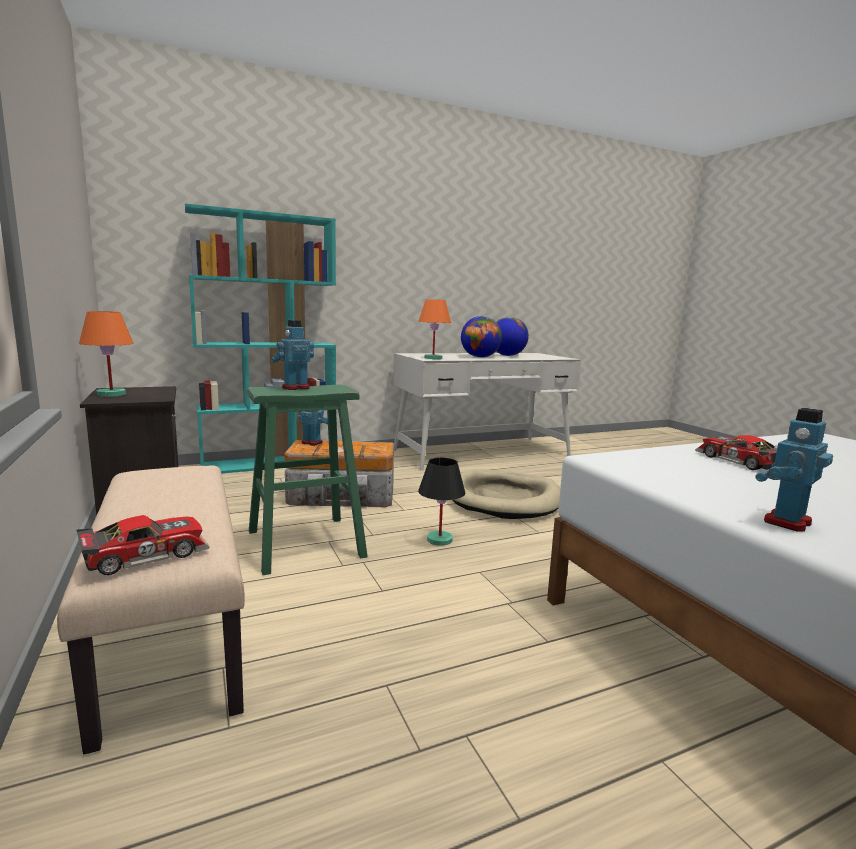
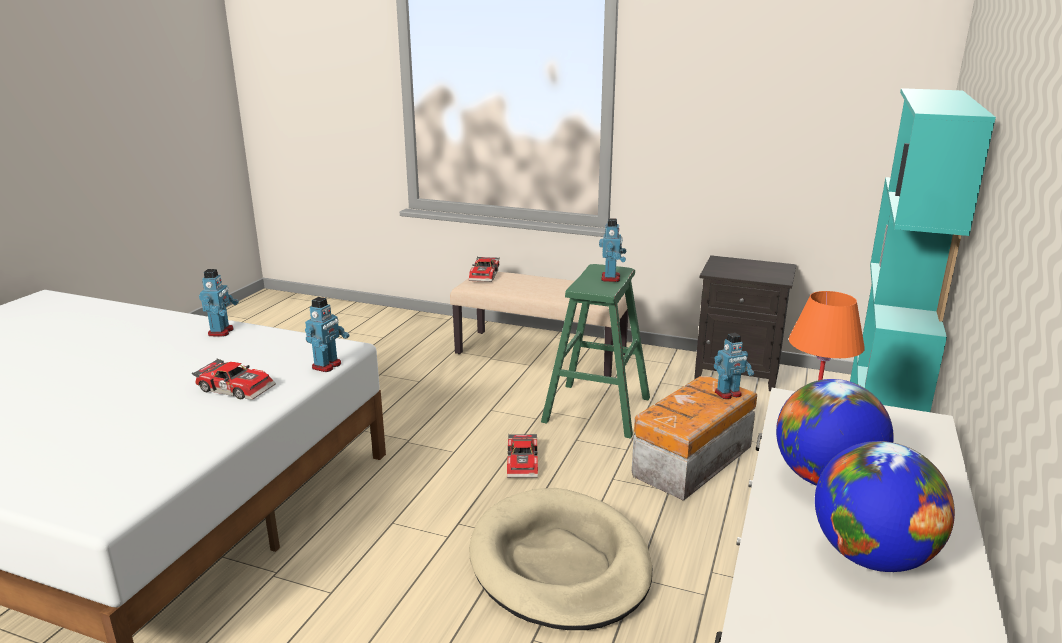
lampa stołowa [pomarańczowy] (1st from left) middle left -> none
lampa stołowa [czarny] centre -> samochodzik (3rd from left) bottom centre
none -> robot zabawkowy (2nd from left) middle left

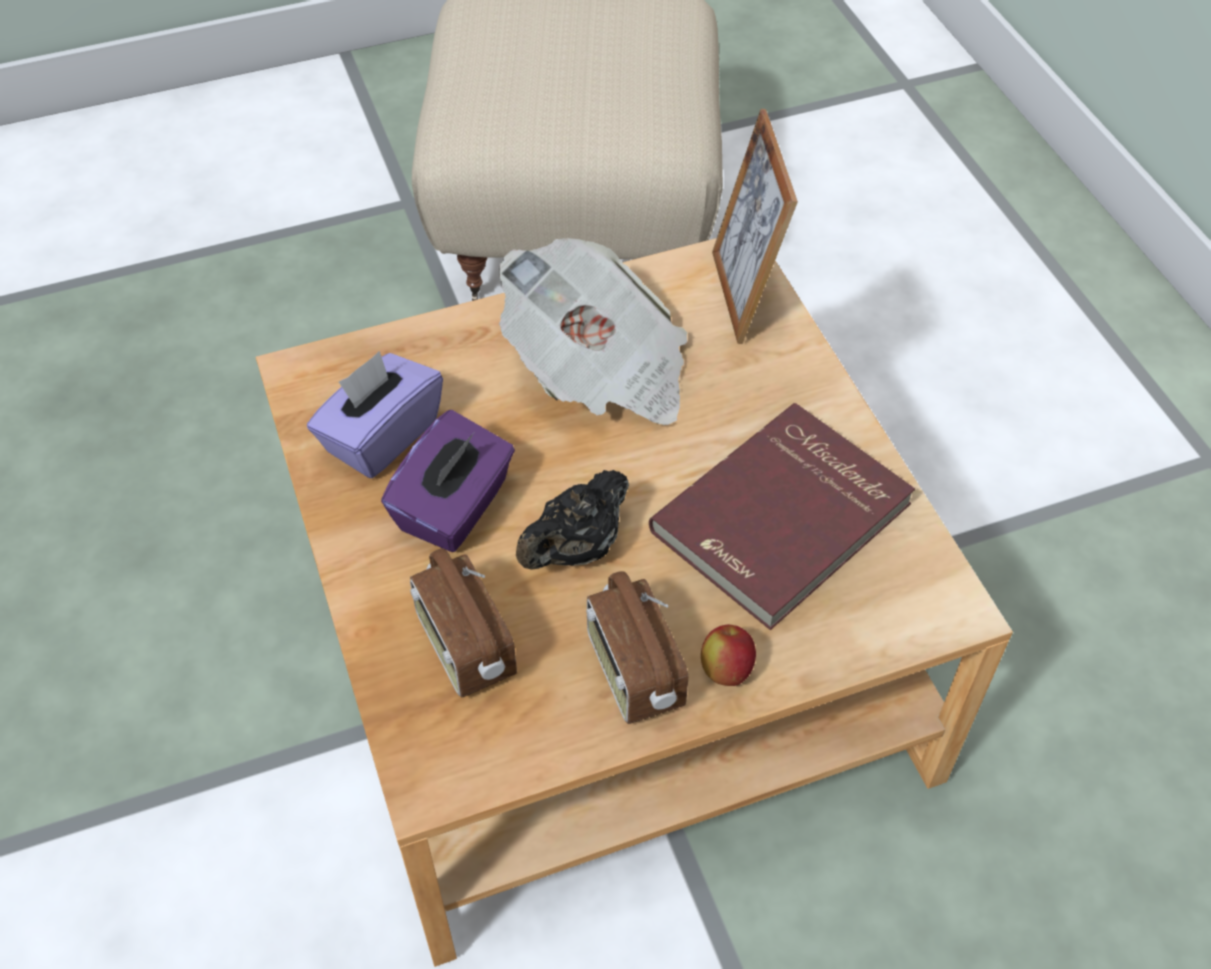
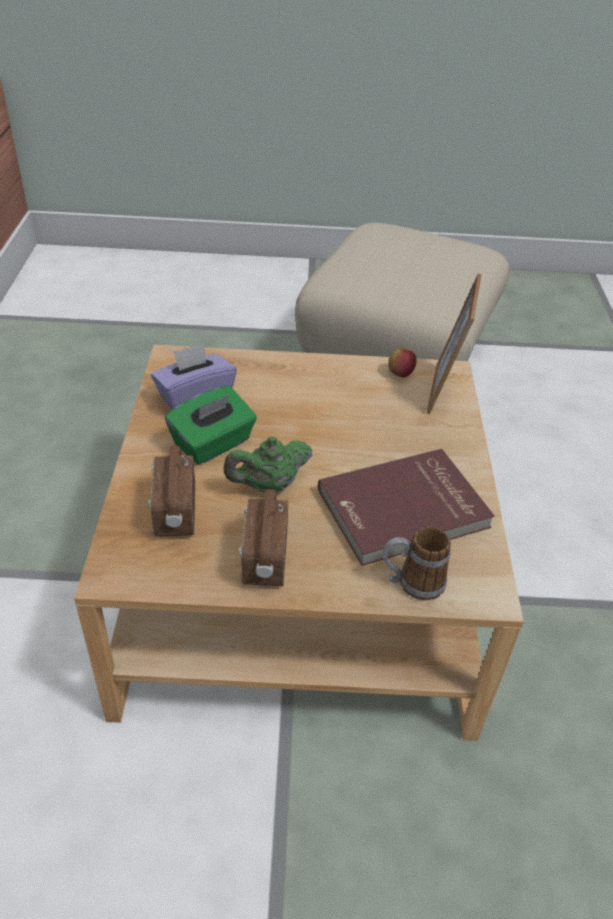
gazeta centre -> none
pudełko chusteczek [fioletowy] (2nd from left) centre -> pudełko chusteczek [zielony] centre
imbryk [czarny] centre -> imbryk [zielony] centre
jabłko bottom centre -> jabłko centre, move
none -> kubek middle right

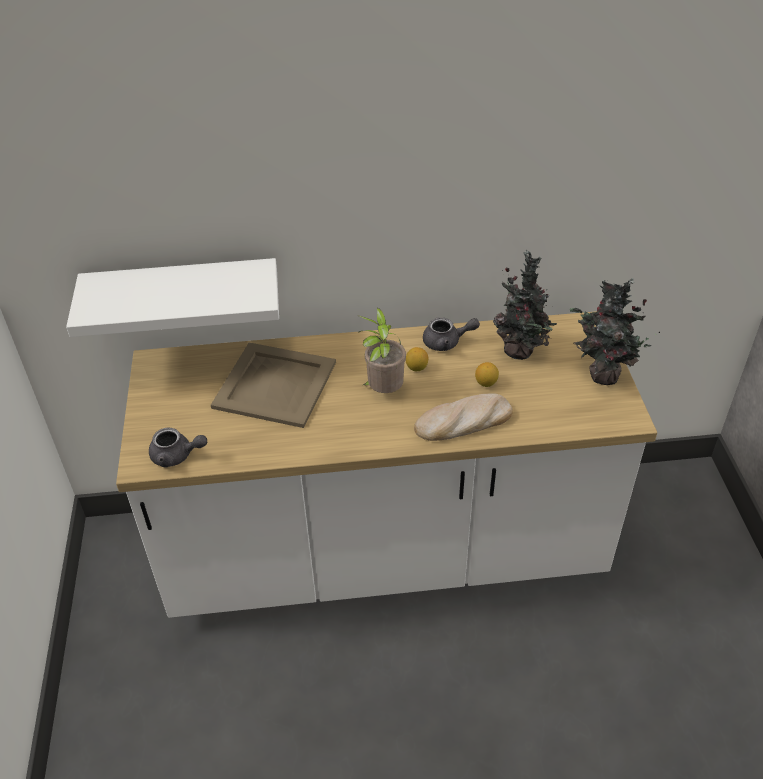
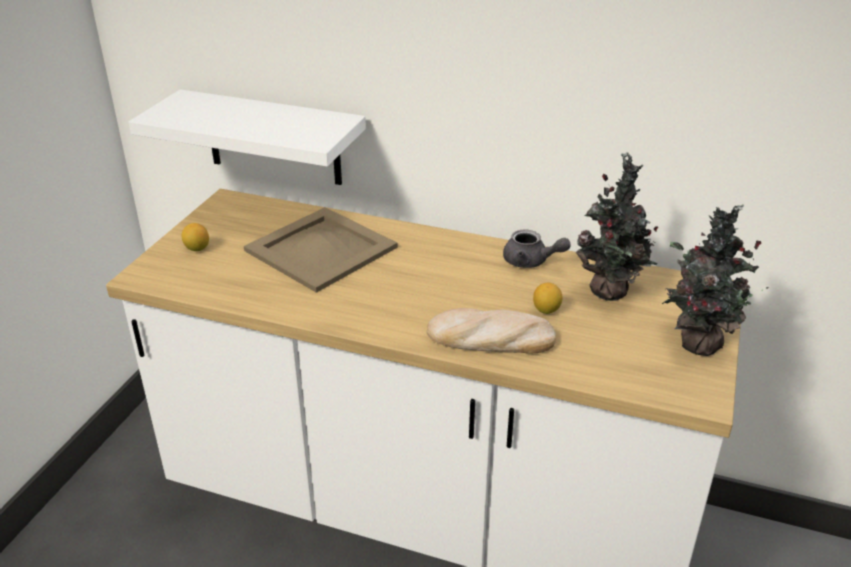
roślina doniczkowa (1st from left) centre -> none
cytryna (1st from left) centre -> cytryna (1st from left) middle left, move
imbryk [szary] (1st from left) middle left -> none

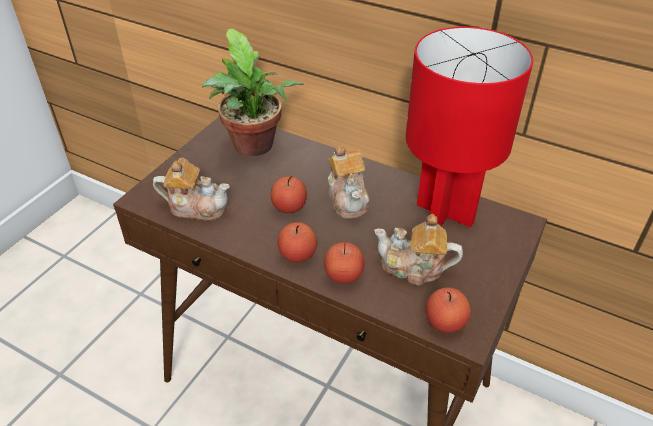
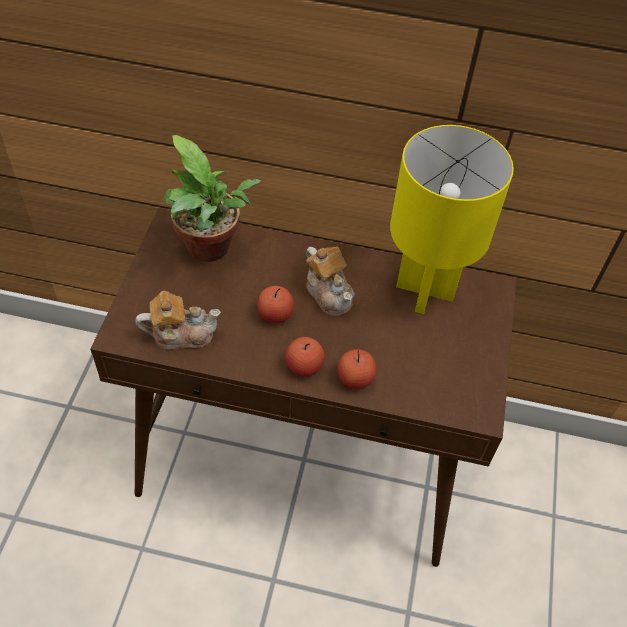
lampa stołowa [czerwony] top right -> lampa stołowa [żółty] middle right
imbryk (3rd from left) centre -> none
jabłko (4th from left) bottom right -> none

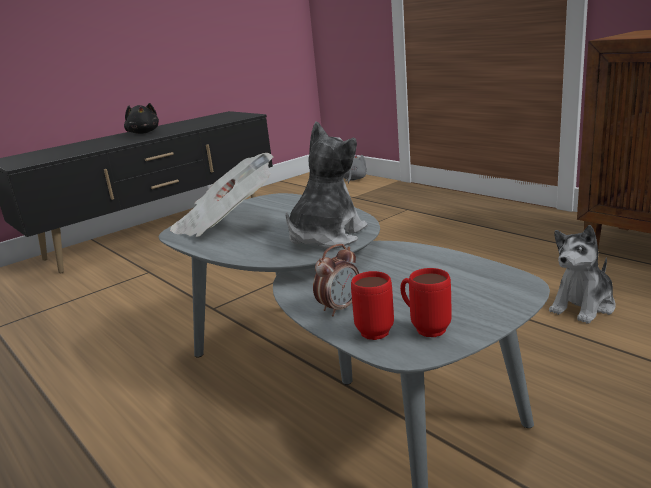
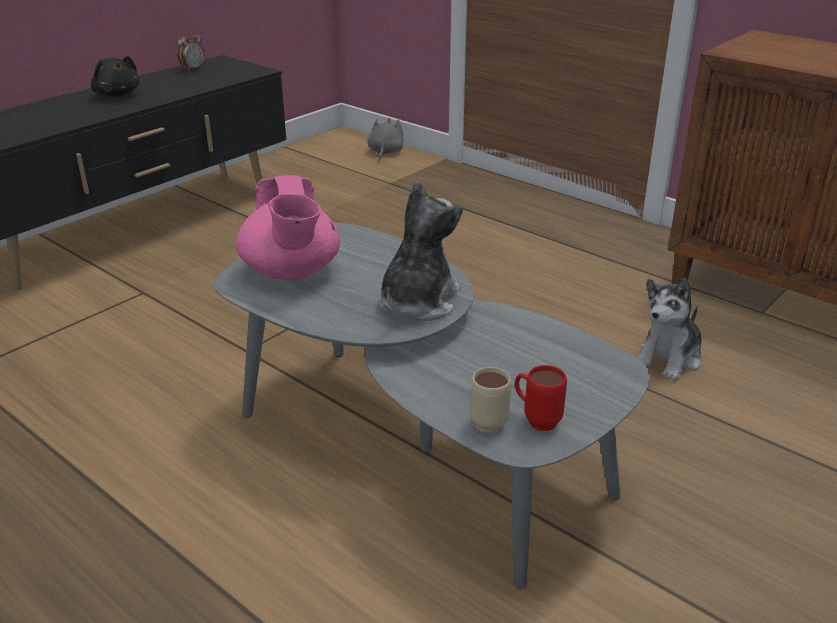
gazeta centre -> imbryk [różowy] centre
budzik centre -> budzik top left, move
kubek [czerwony] (1st from left) centre -> kubek [beżowy] centre

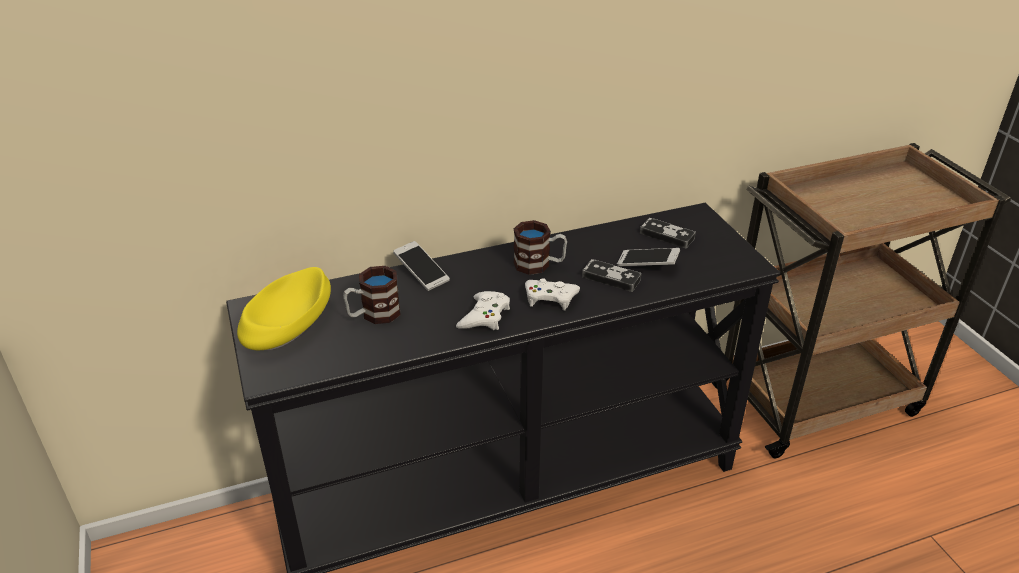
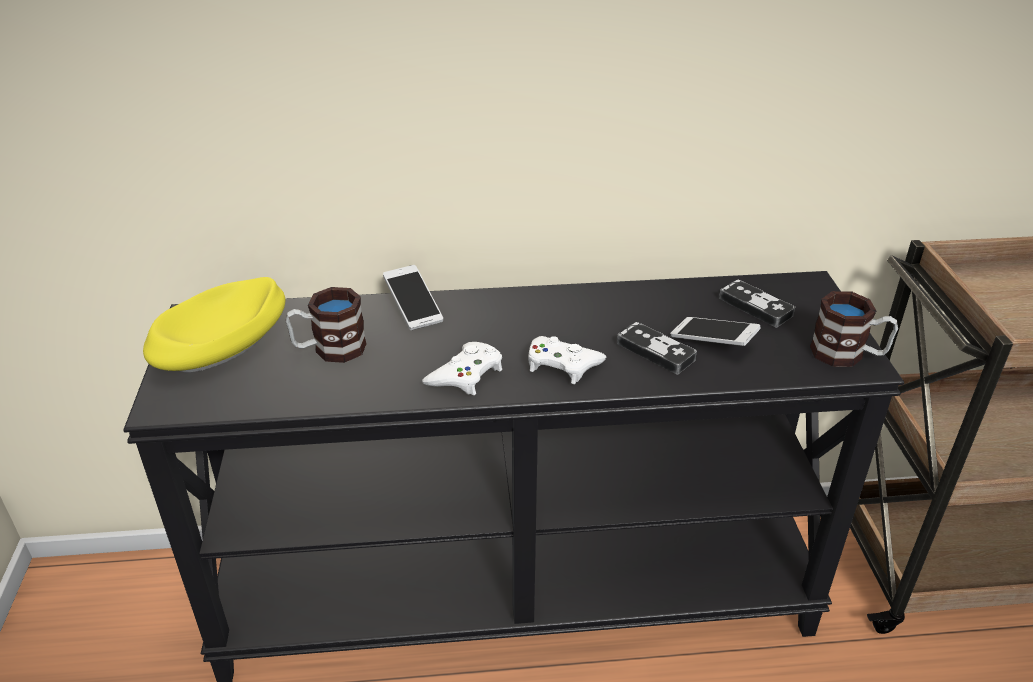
kubek (2nd from left) centre -> kubek (2nd from left) middle right, move

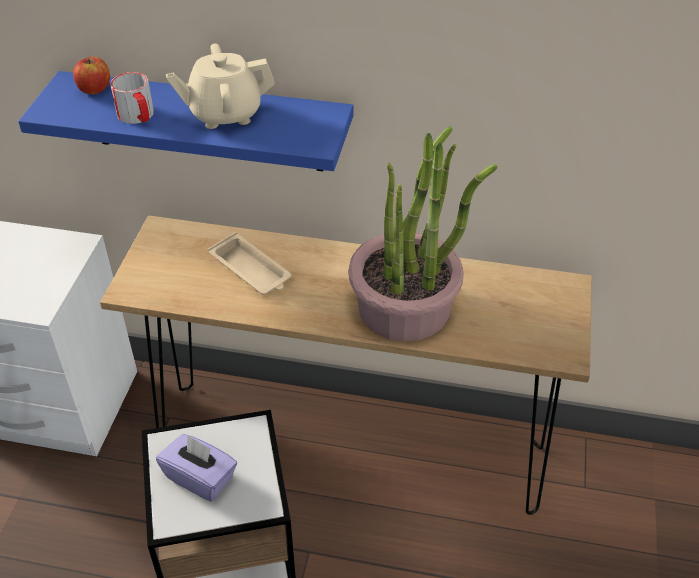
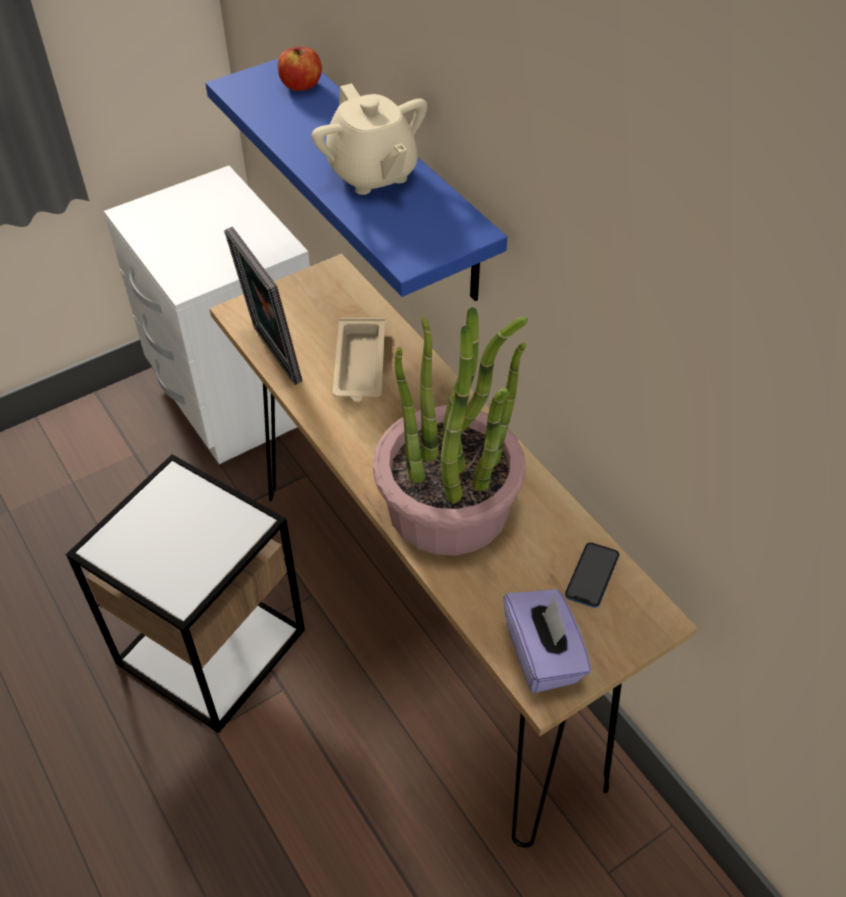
imbryk [beżowy] top left -> imbryk [beżowy] top centre, 150 degrees counterclockwise
kubek top left -> none
pudełko chusteczek [fioletowy] bottom left -> pudełko chusteczek [fioletowy] bottom centre, move
none -> ramka na zdjęcie middle left
none -> telefon middle right

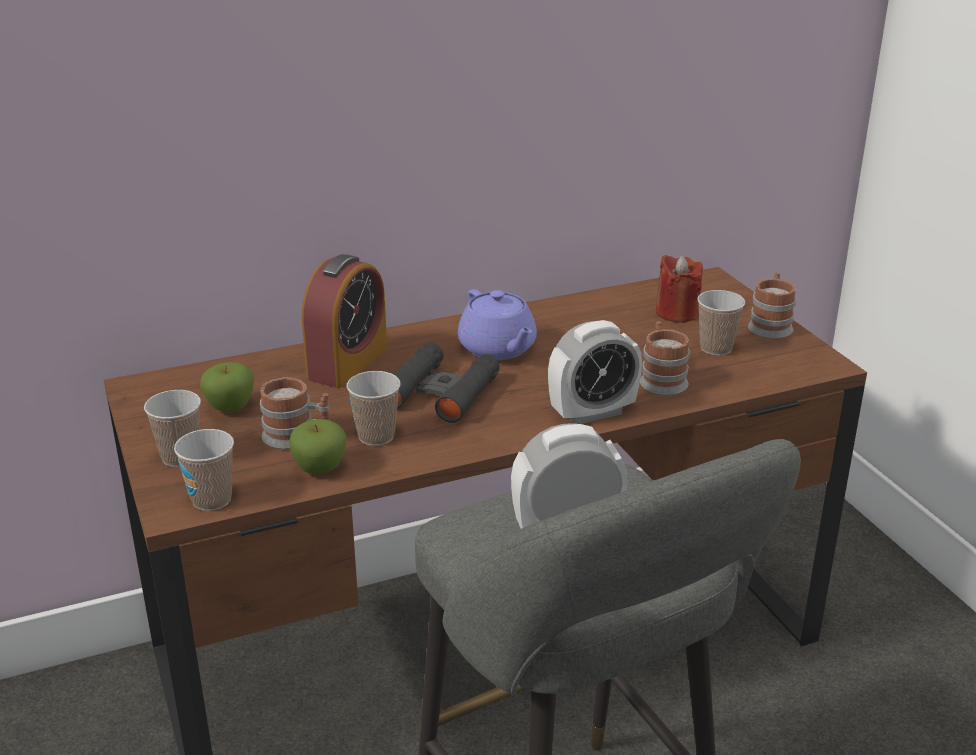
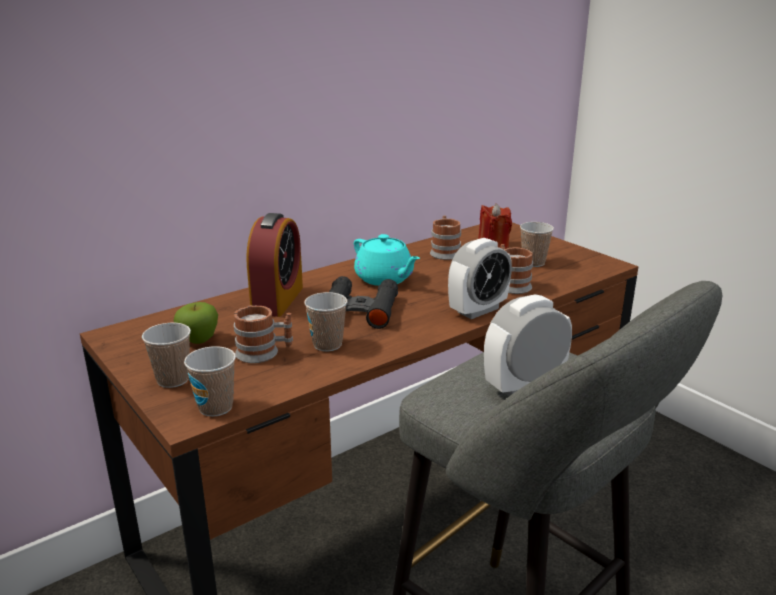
kubek (3rd from left in the first image) middle right -> kubek (2nd from left) centre, move
imbryk [fioletowy] centre -> imbryk [turkusowy] centre
jabłko (2nd from left) middle left -> none

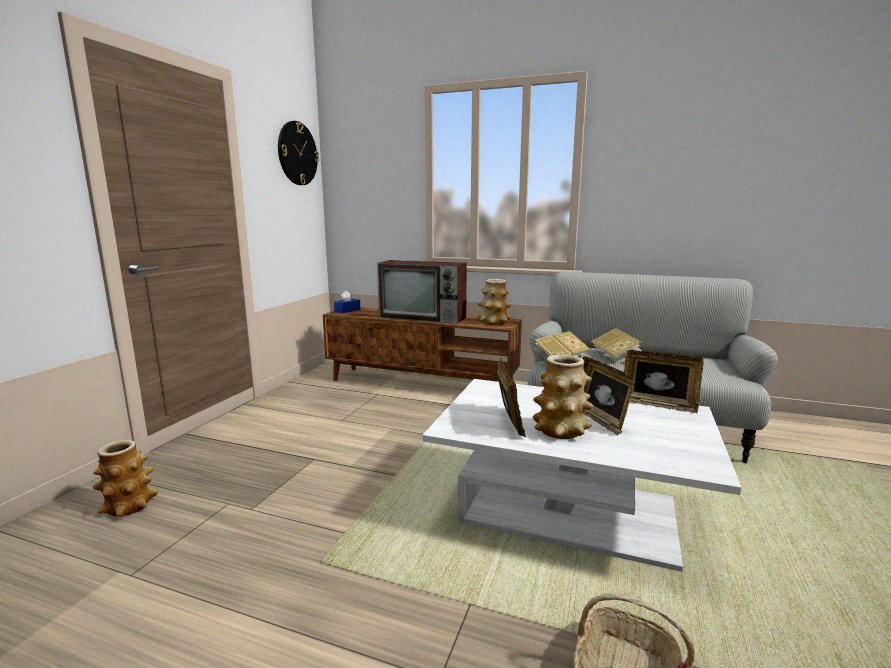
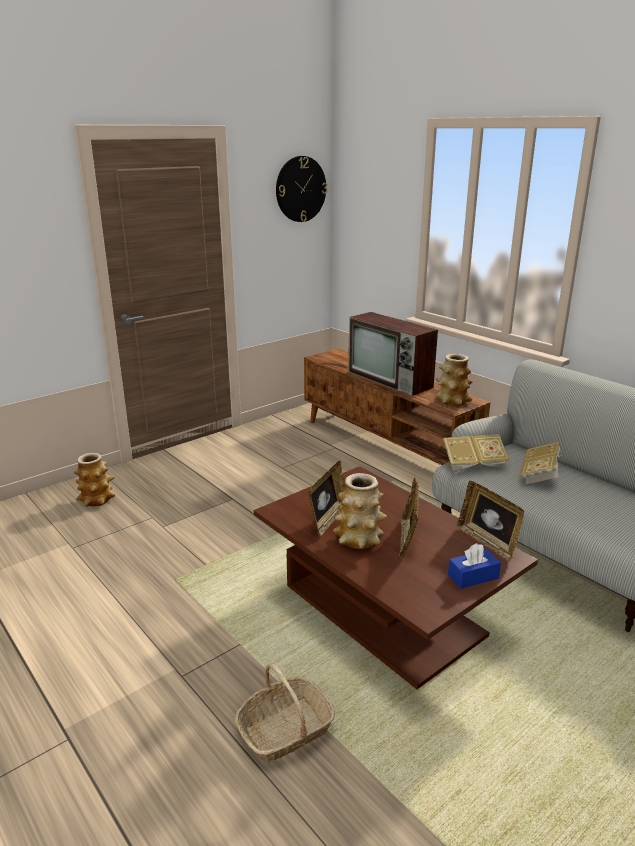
pudełko chusteczek [niebieski] centre -> pudełko chusteczek [niebieski] bottom right, move
ława [biały] bottom centre -> ława [brązowy] bottom centre

